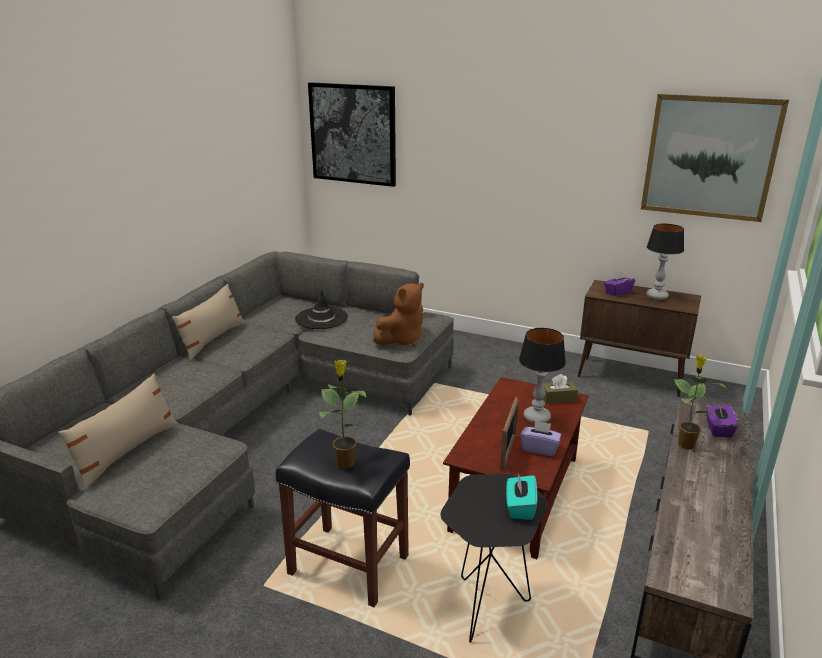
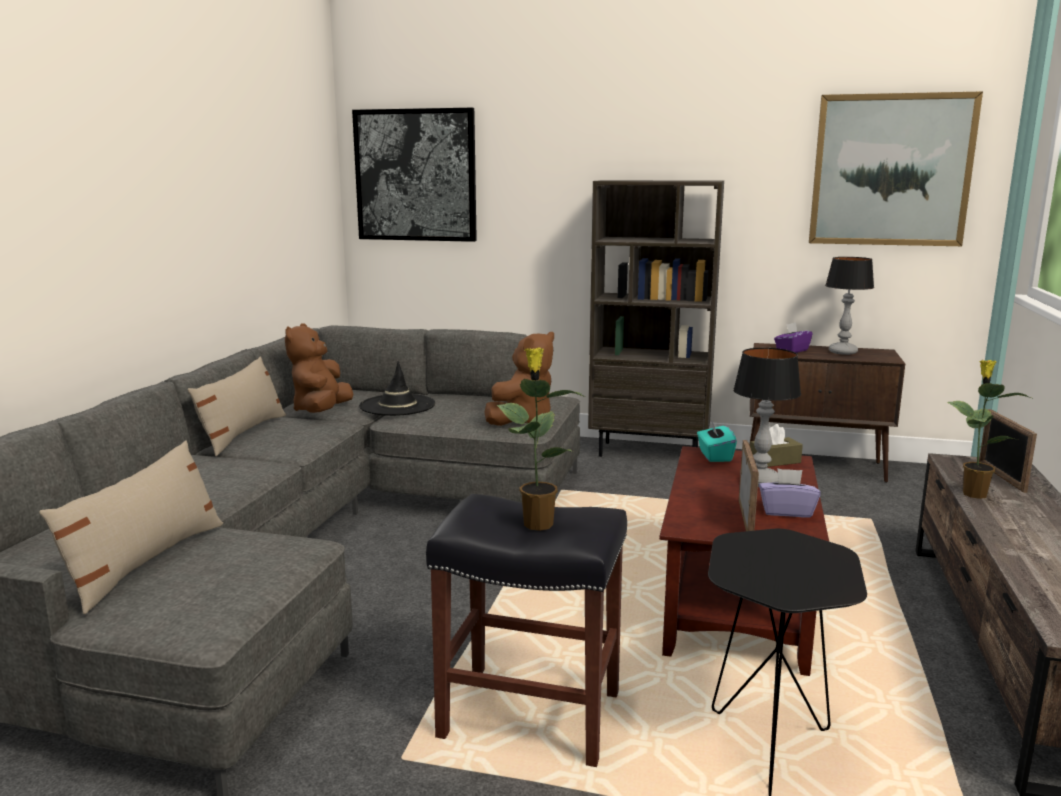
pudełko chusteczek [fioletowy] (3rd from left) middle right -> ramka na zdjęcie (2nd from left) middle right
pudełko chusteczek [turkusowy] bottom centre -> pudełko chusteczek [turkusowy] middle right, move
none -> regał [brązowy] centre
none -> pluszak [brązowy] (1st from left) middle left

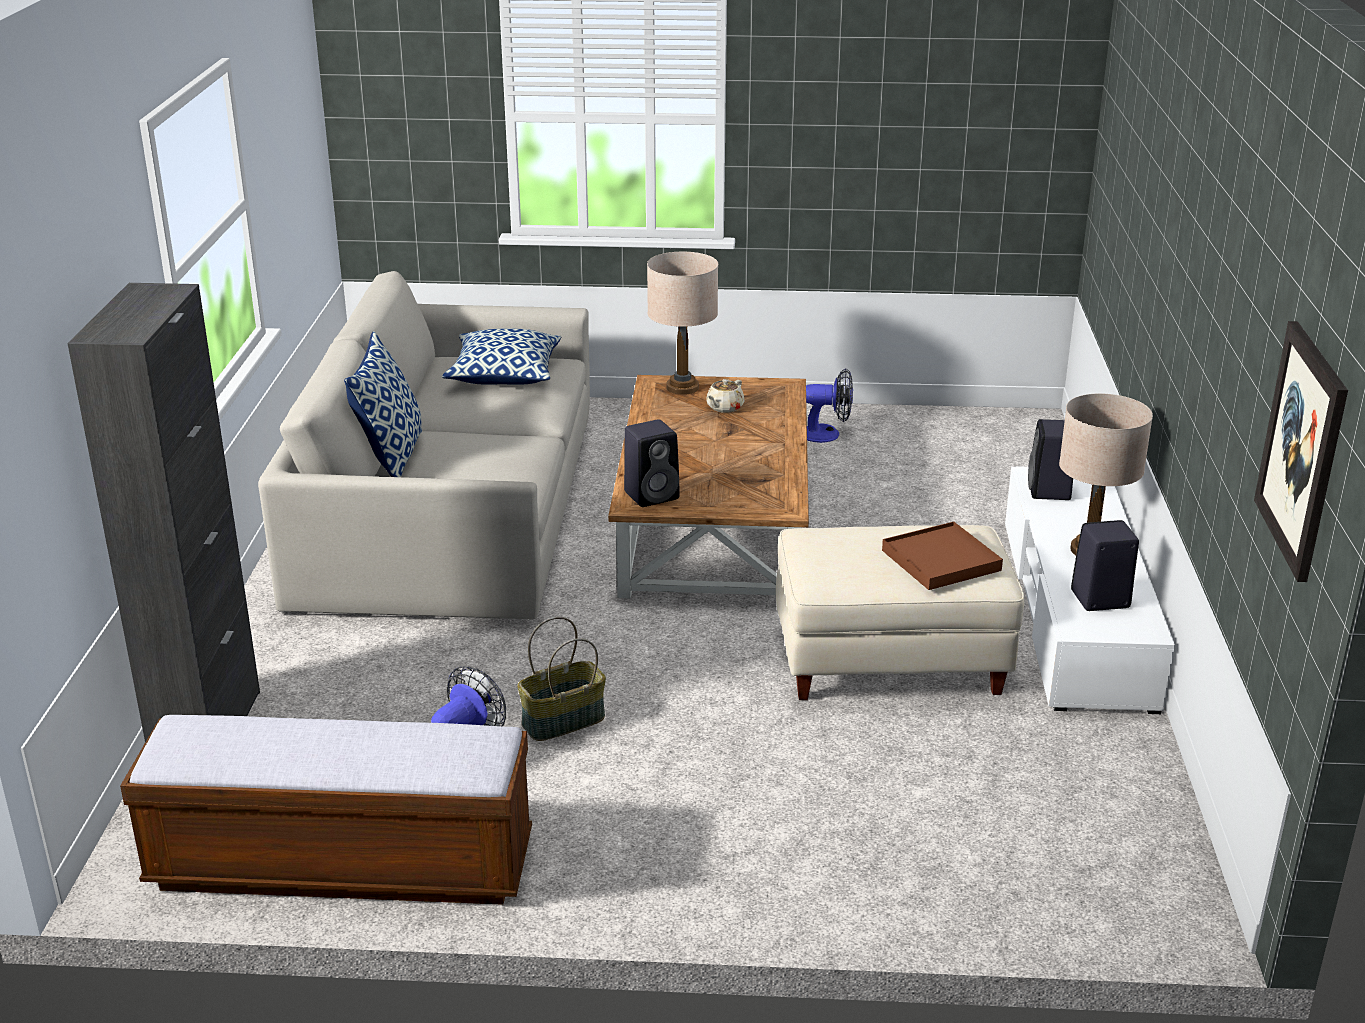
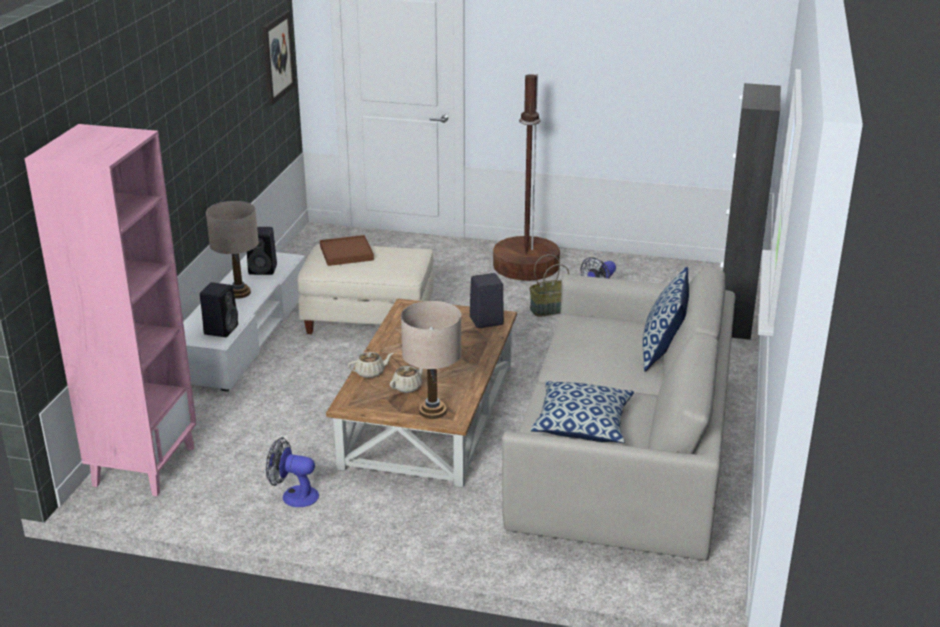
ławka bottom left -> none
none -> lampa stojąca [brązowy] top centre
none -> regał [różowy] middle left
none -> imbryk [beżowy] (1st from left) centre

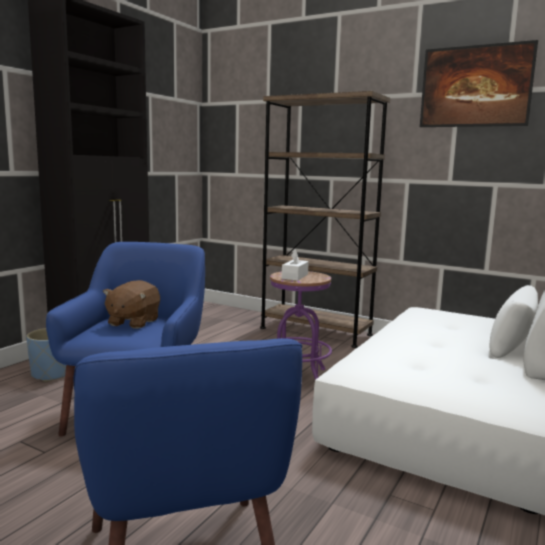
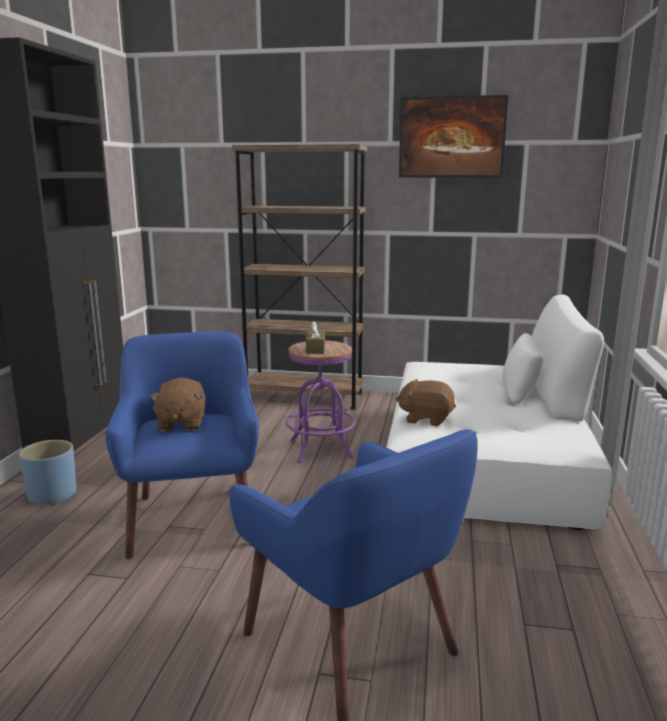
pudełko chusteczek [biały] centre -> pudełko chusteczek [brązowy] centre
none -> pluszak [brązowy] (2nd from left) centre

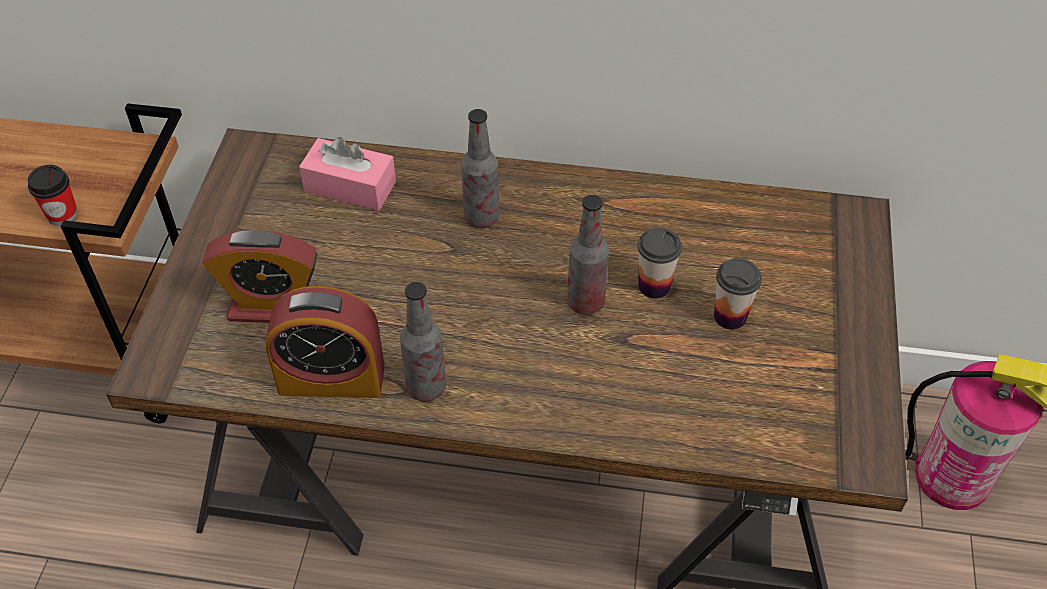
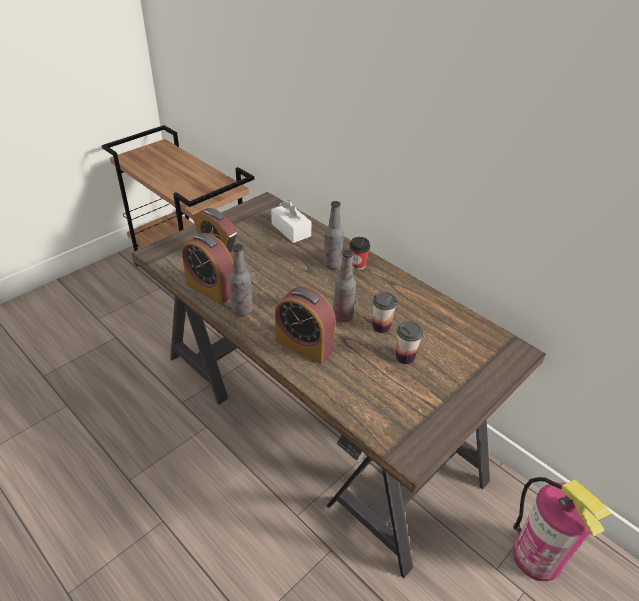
pudełko chusteczek [różowy] top left -> pudełko chusteczek [biały] centre
filiżanka (1st from left) top left -> filiżanka (1st from left) centre, move
none -> budzik (3rd from left) centre

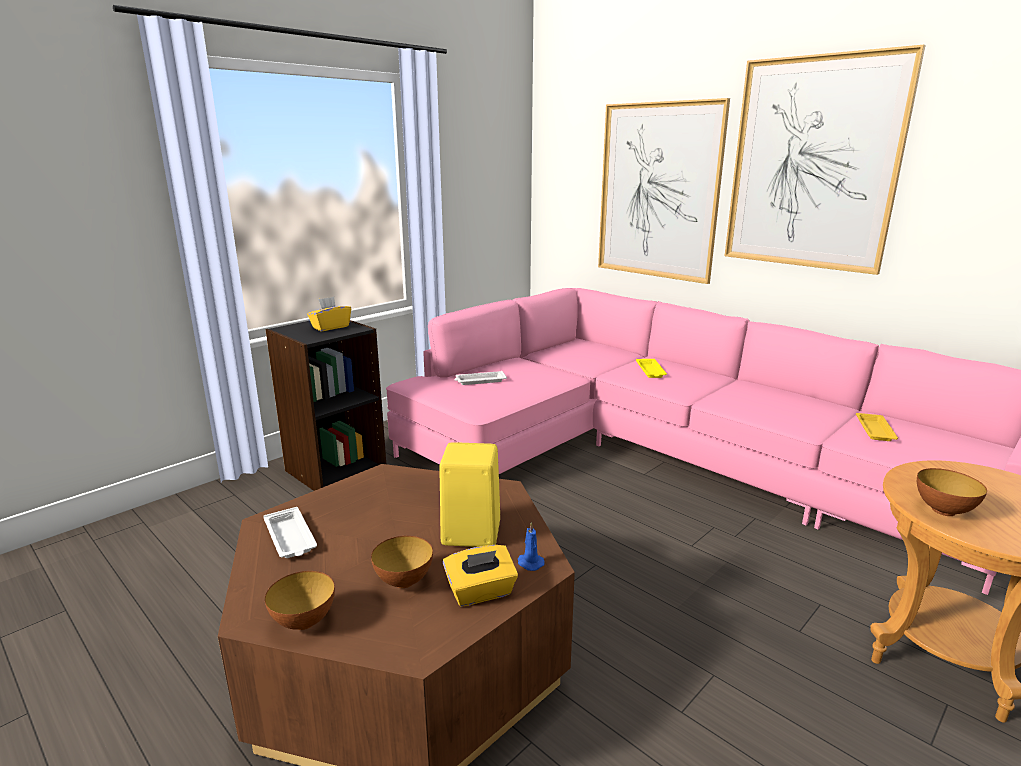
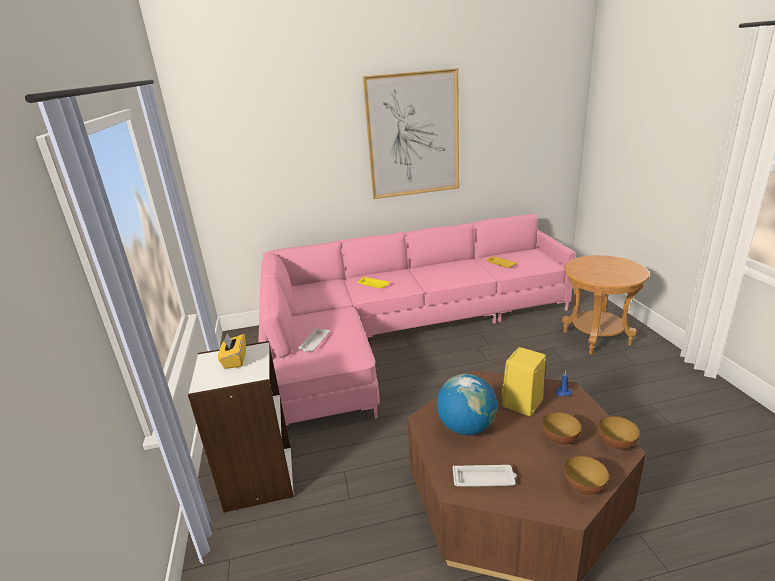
obraz (1st from left) top centre -> none
regał [czarny] middle left -> regał [biały] bottom left
miska (3rd from left) middle right -> miska (3rd from left) bottom right, move
pudełko chusteczek [żółty] (2nd from left) bottom centre -> none
none -> globus bottom centre

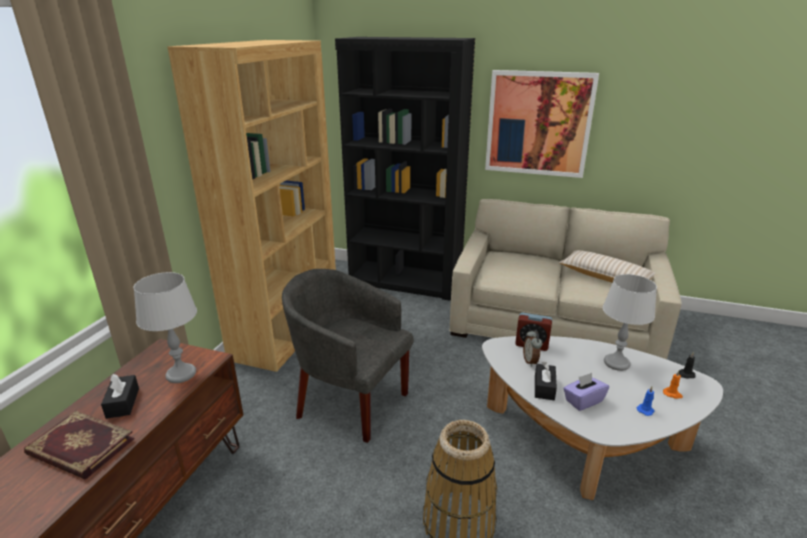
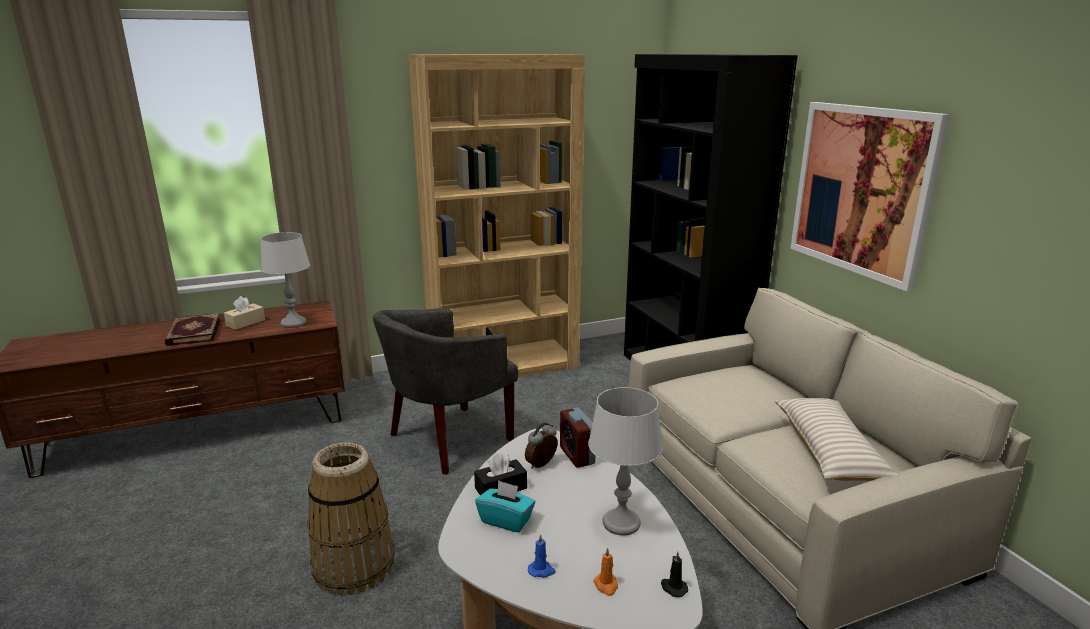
fotel [szary] centre, 120 degrees counterclockwise
pudełko chusteczek [fioletowy] bottom right -> pudełko chusteczek [turkusowy] bottom centre
pudełko chusteczek [czarny] (1st from left) bottom left -> pudełko chusteczek [beżowy] middle left

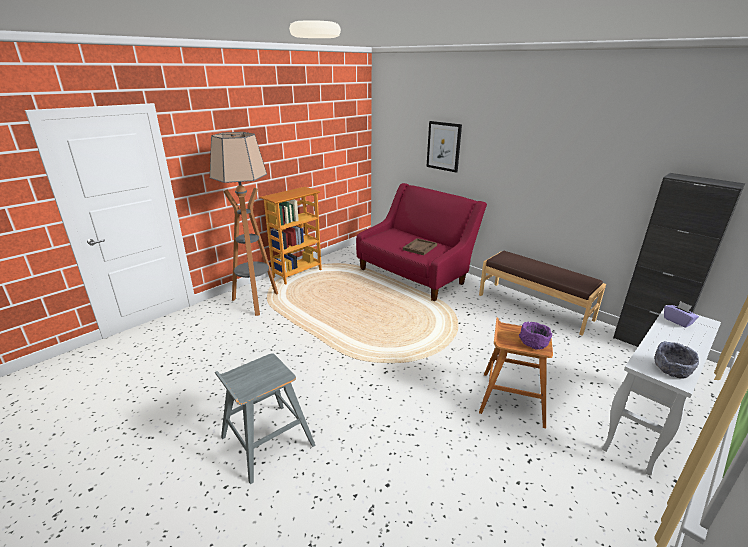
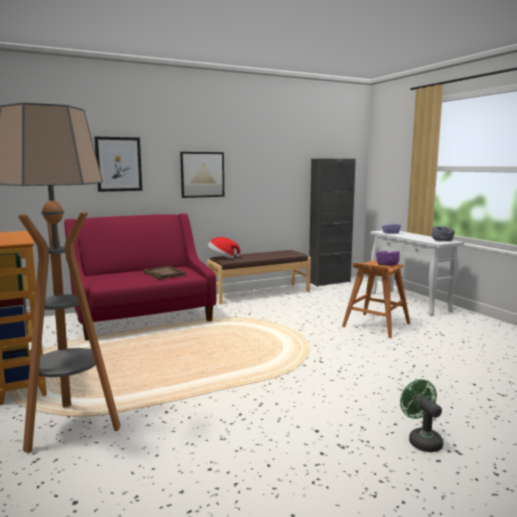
stołek [szary] bottom centre -> wentylator [zielony] bottom right
none -> obraz (2nd from left) centre
none -> kapelusz centre

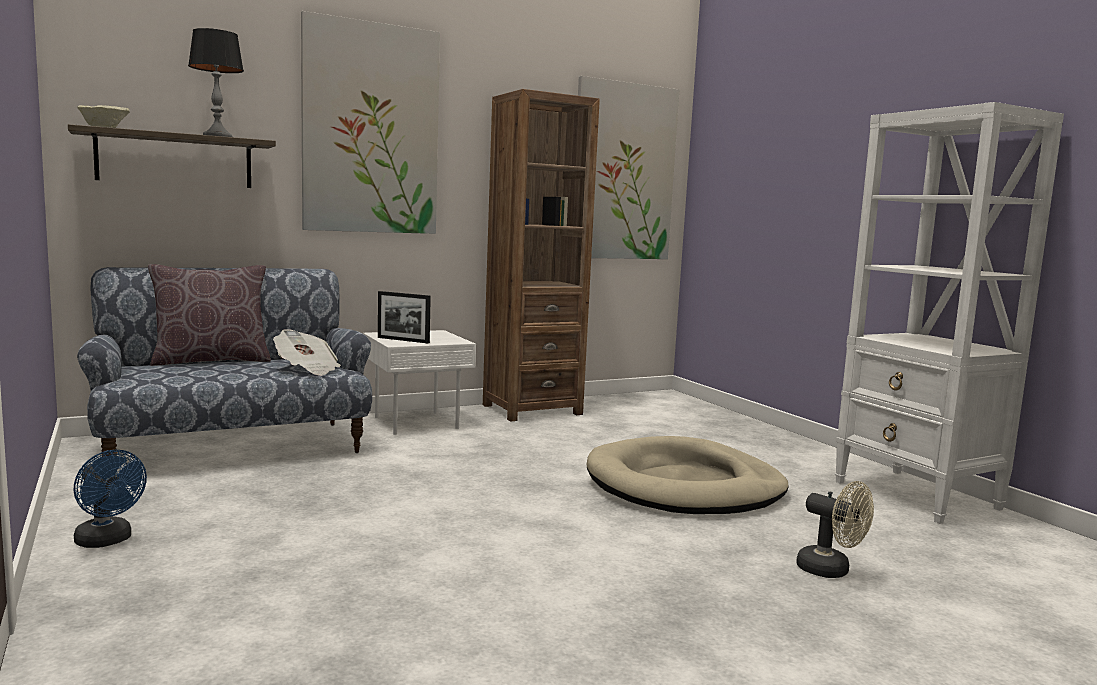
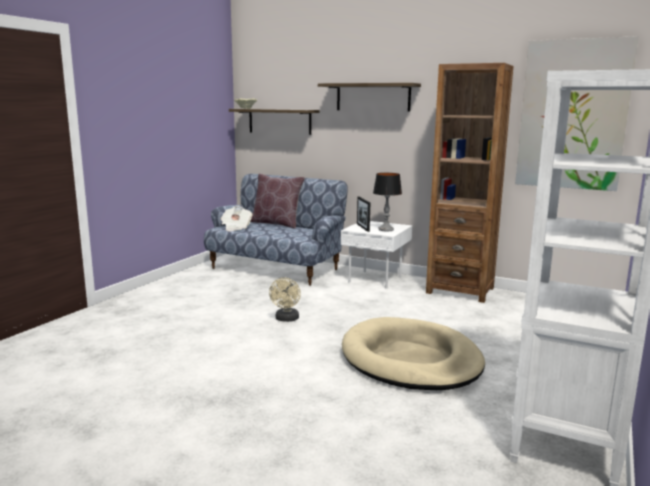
obraz (1st from left) top centre -> półka (2nd from left) top centre
lampa stołowa top left -> lampa stołowa centre, move
gazeta middle left -> gazeta centre, move
wentylator [niebieski] bottom left -> none
wentylator [beżowy] bottom right -> wentylator [beżowy] centre, move

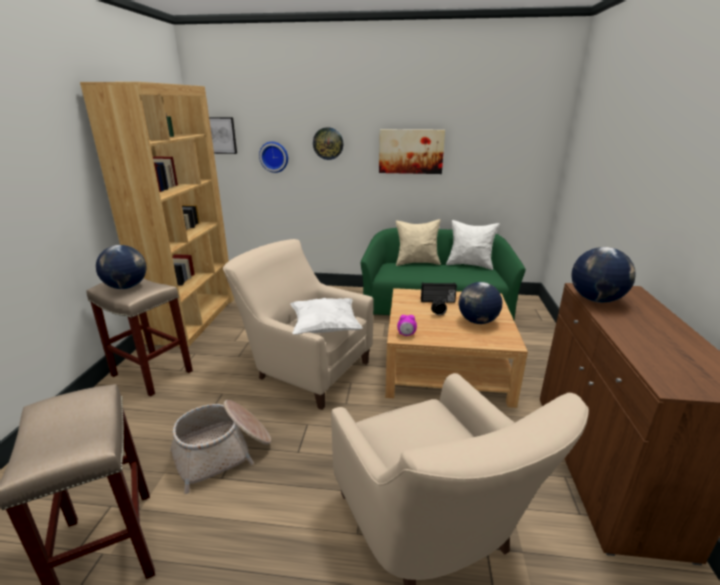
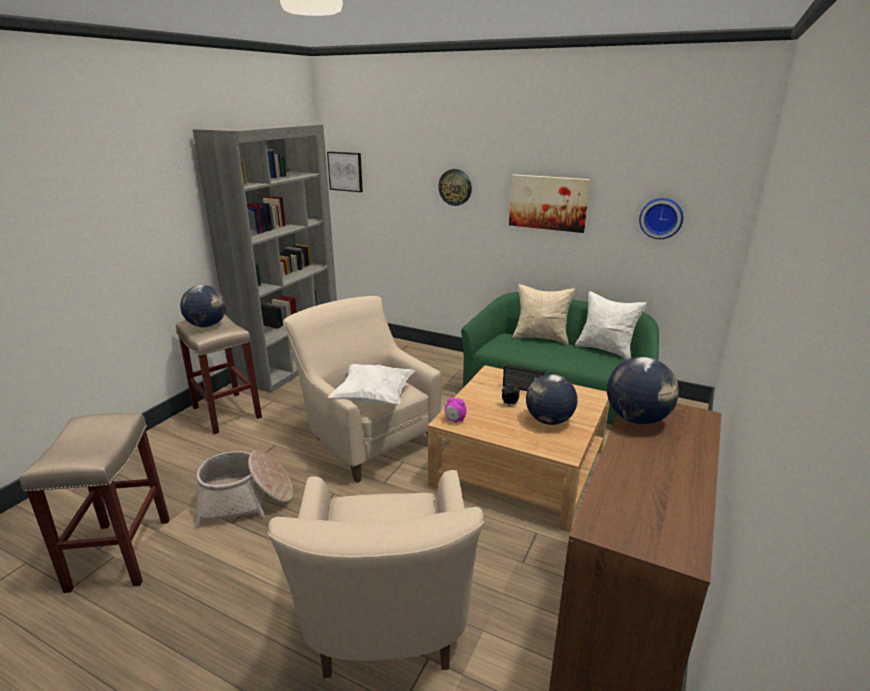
regał [brązowy] middle left -> regał [szary] middle left
zegar ścienny (1st from left in the first image) top centre -> zegar ścienny (2nd from left) top right, move

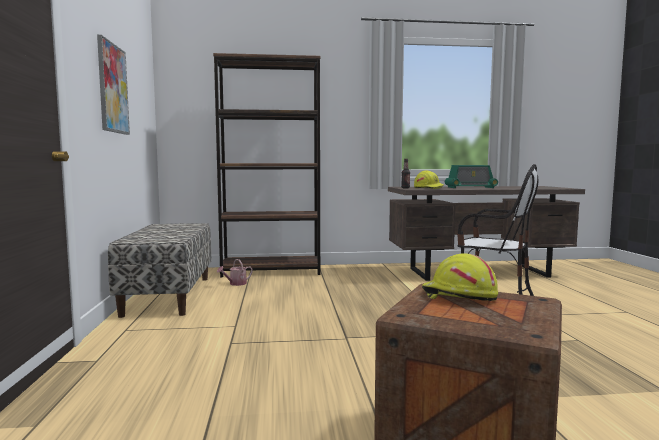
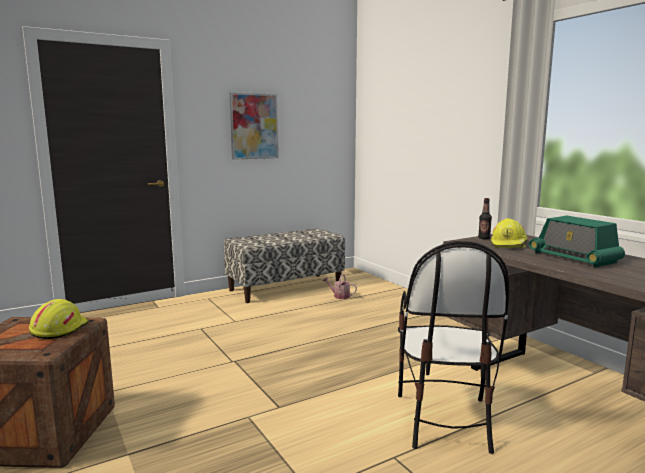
regał [brązowy] centre -> none

